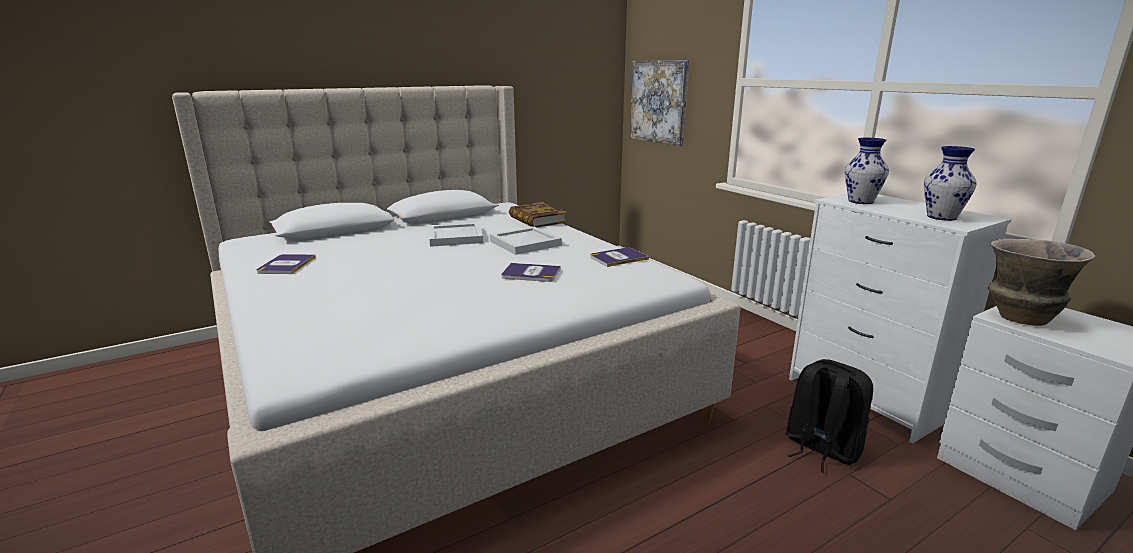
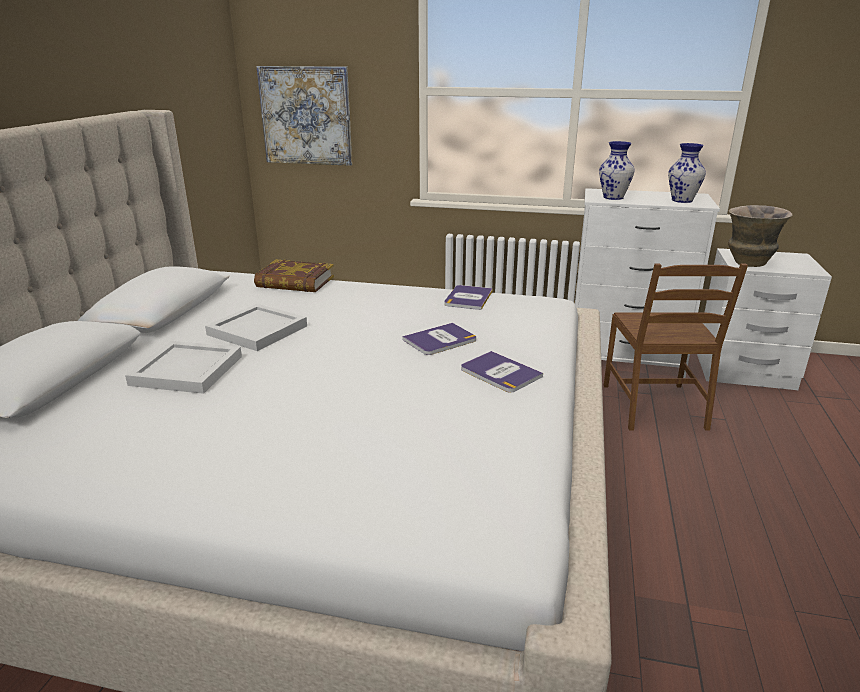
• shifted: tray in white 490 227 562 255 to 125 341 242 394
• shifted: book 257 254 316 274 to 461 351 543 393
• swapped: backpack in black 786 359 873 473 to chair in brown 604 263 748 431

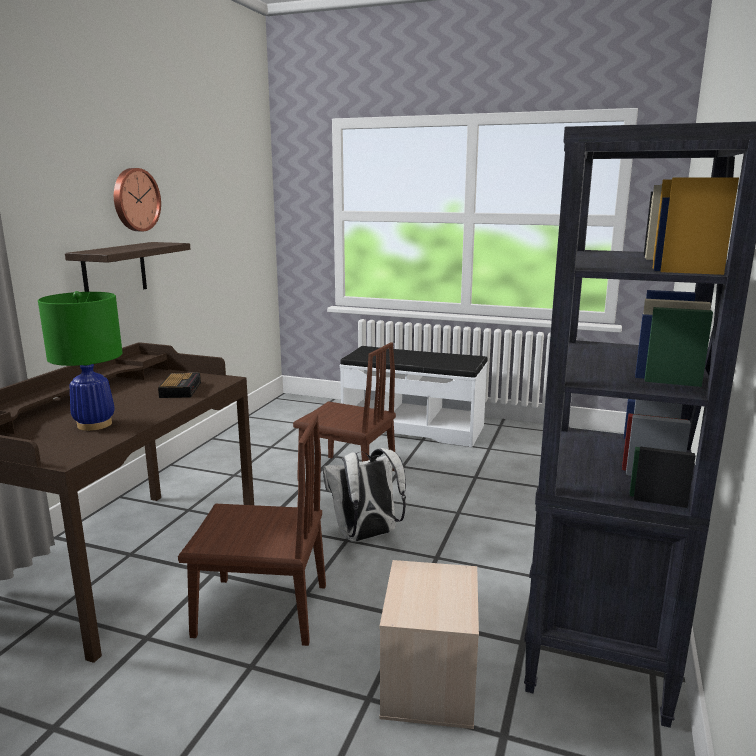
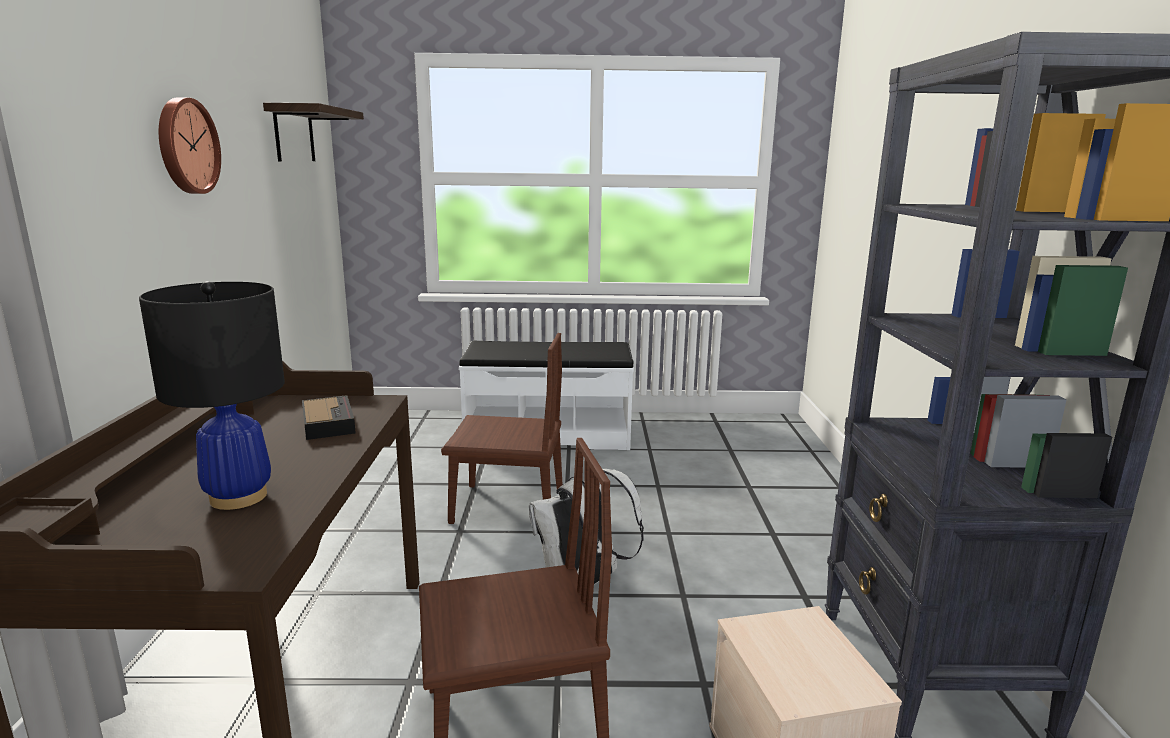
• shifted: shelf 65 242 190 292 to 263 103 364 161
• repainted: table lamp in green 38 291 123 431 to table lamp in black 139 281 285 510

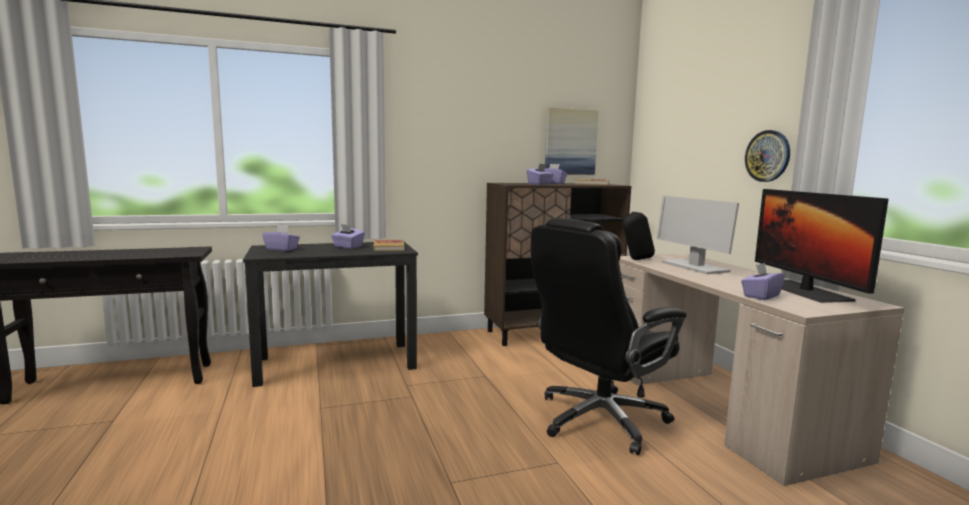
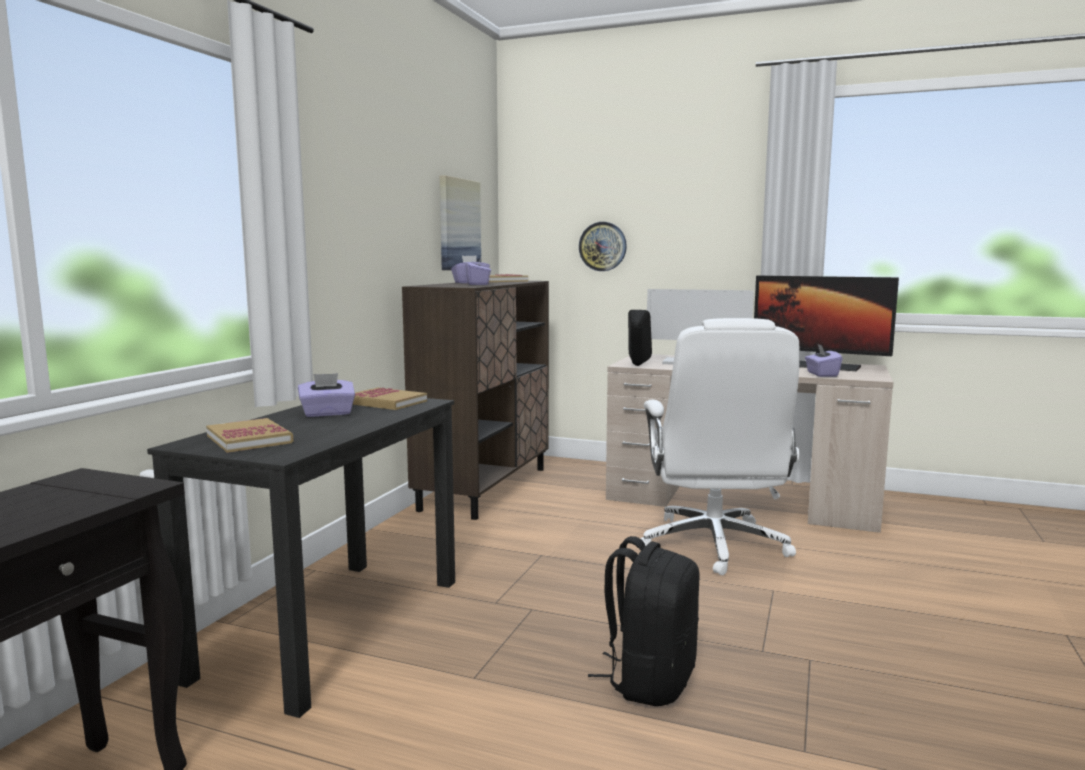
• shifted: wall clock 745 130 790 182 to 579 222 627 271
• repainted: office chair in black 531 218 687 455 to office chair in white 640 318 800 575
• swapped: tissue box in purple 262 225 300 251 to book 206 418 294 453
• new: backpack in black 588 536 700 706

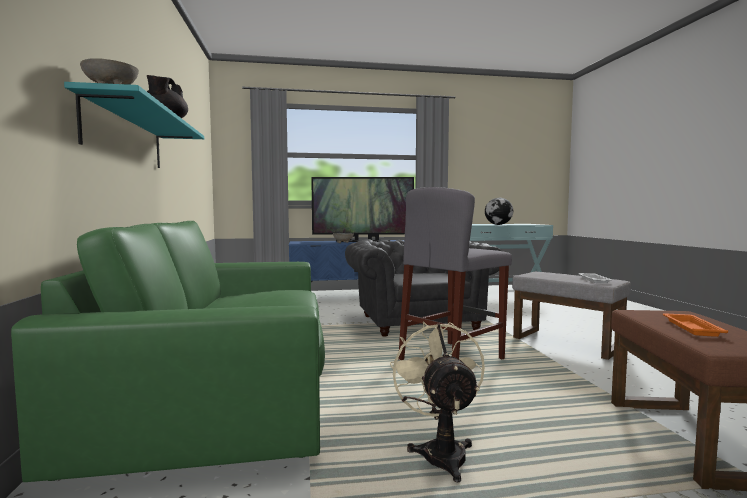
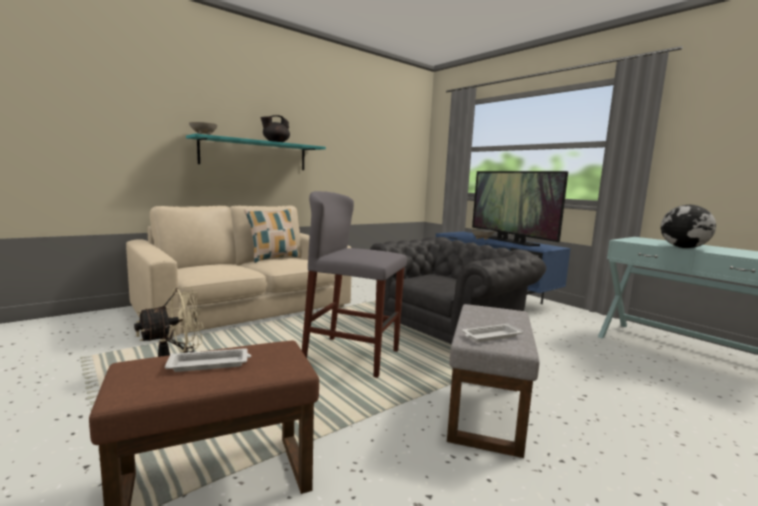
• repainted: sofa in green 11 221 325 482 to sofa in beige 126 206 352 340
• repainted: tray in orange 663 313 728 337 to tray in white 165 348 251 372
• new: pillow 245 209 300 263

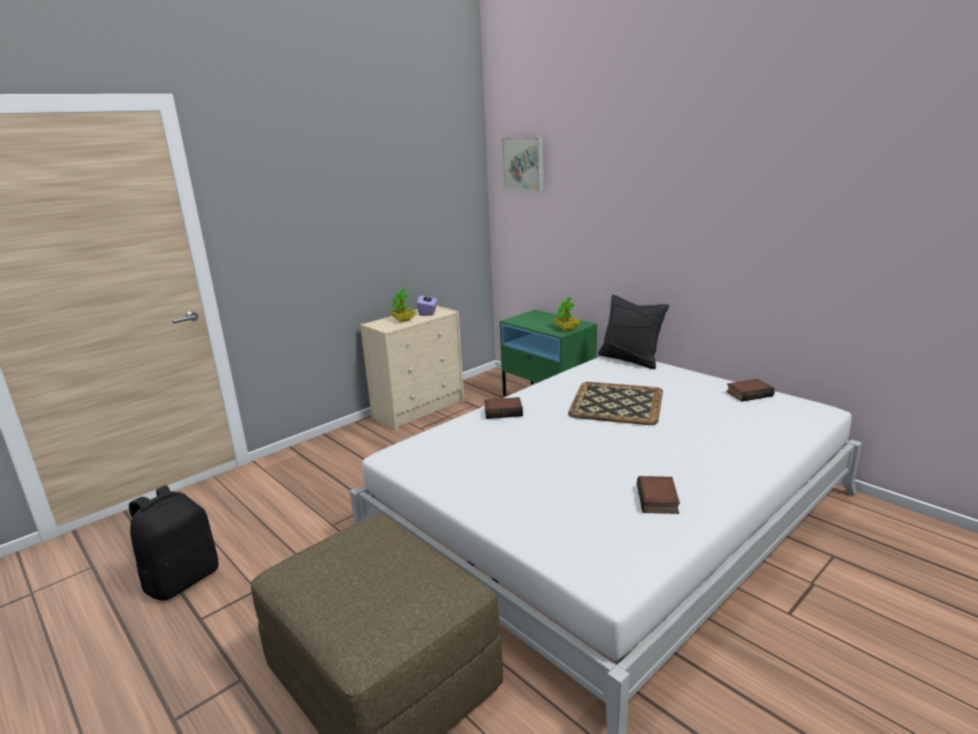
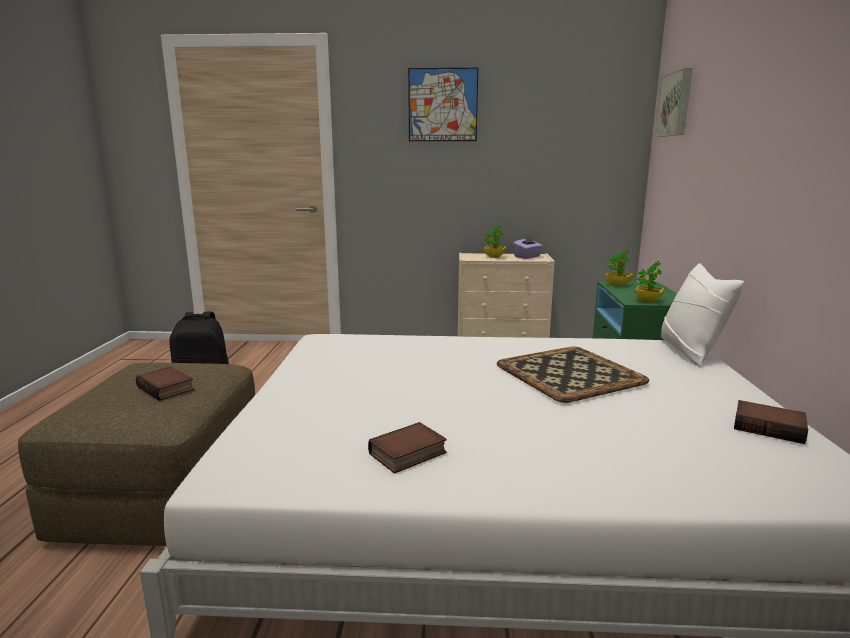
• repainted: pillow in black 598 295 669 369 to pillow in white 661 263 744 367
• shifted: book 484 397 523 419 to 136 367 194 401
• new: picture 408 68 478 141
• new: potted plant 605 249 634 287

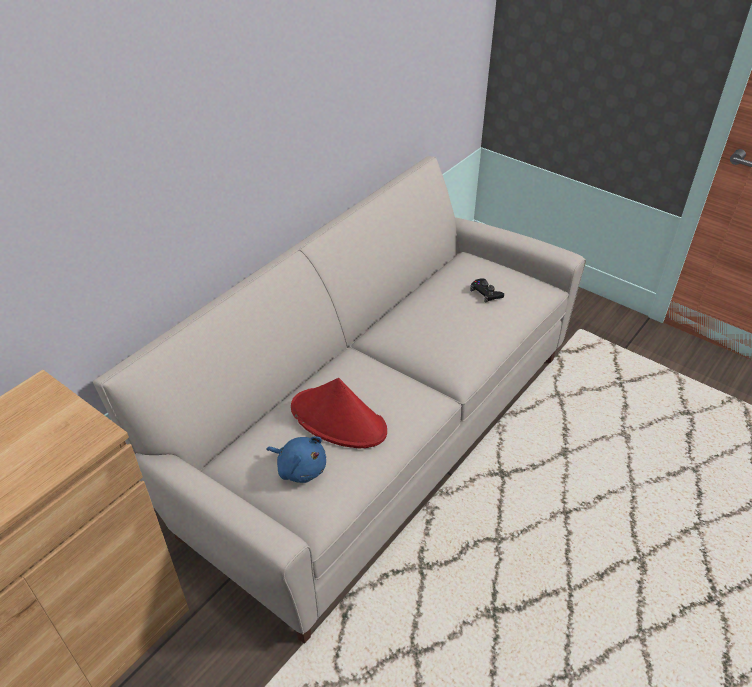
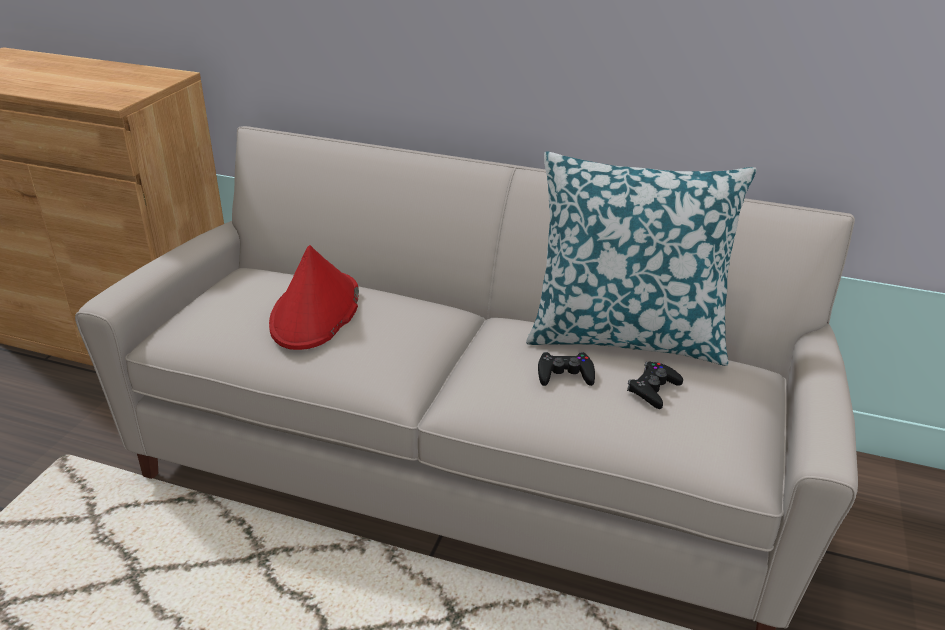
• gone: plush toy in blue 267 436 326 483
• new: pillow 526 152 757 366
• new: game controller in black 538 352 595 386

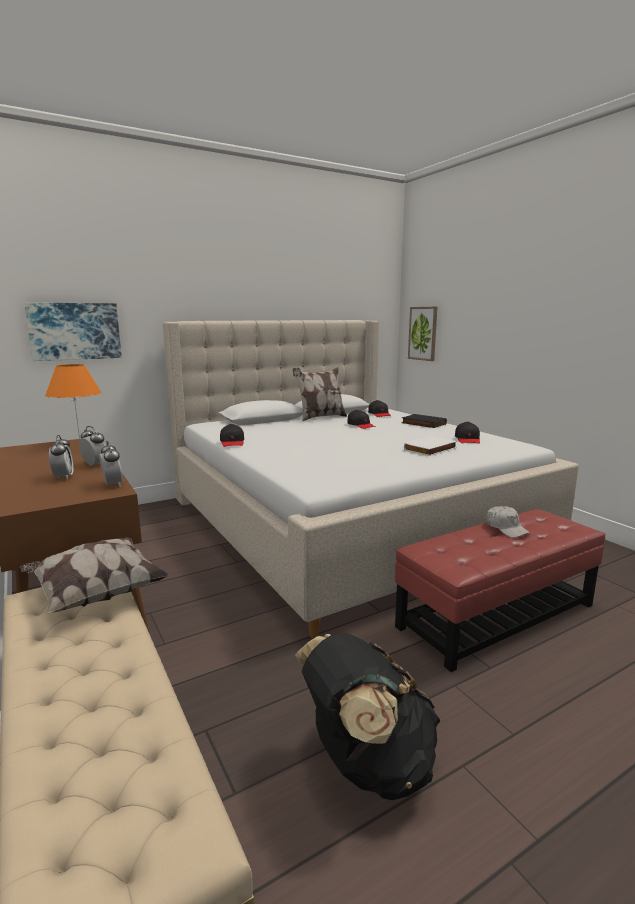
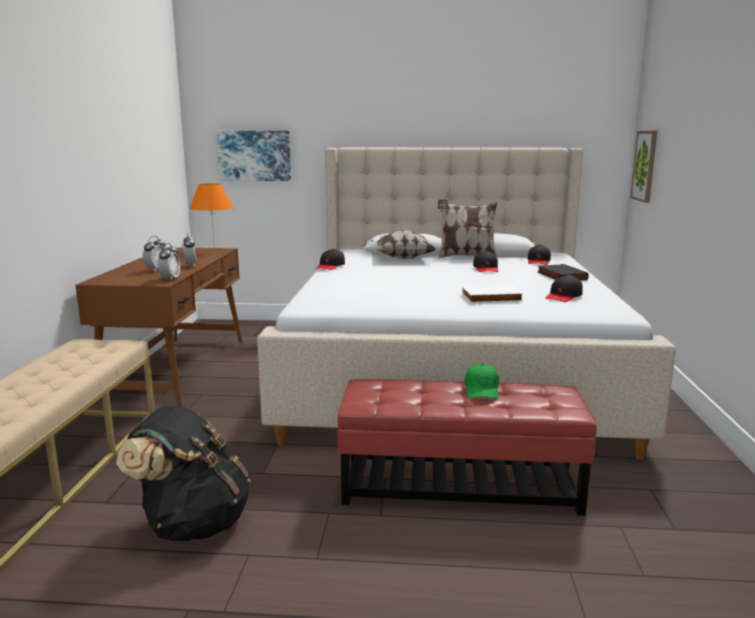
• repainted: cap in white 485 506 530 538 to cap in green 464 364 499 399
• shifted: pillow 20 537 169 614 to 371 230 436 259

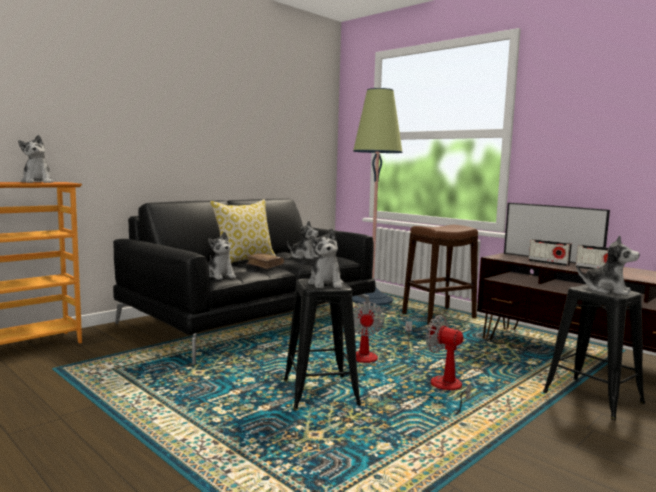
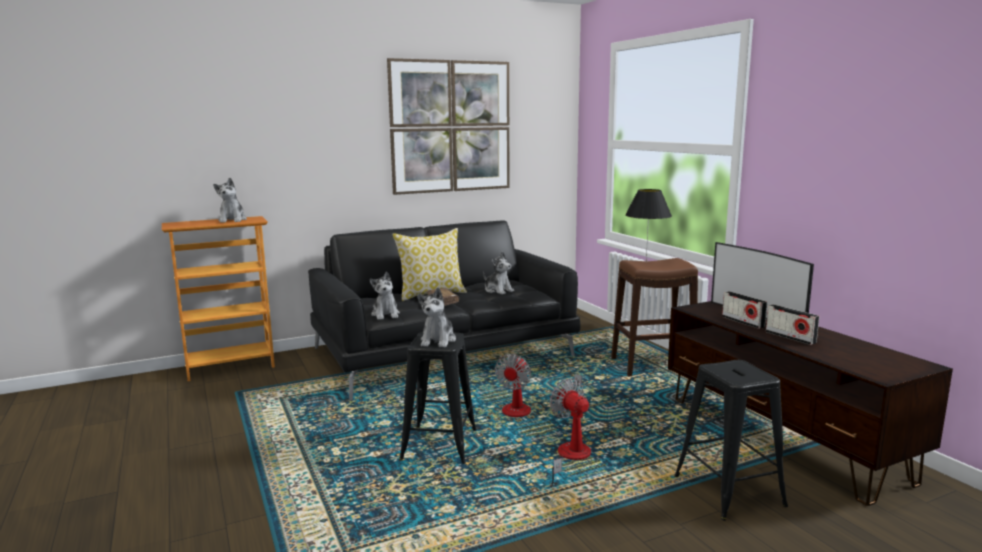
• gone: floor lamp 352 88 403 305
• gone: plush toy 577 235 640 296
• new: picture 387 58 510 195
• new: table lamp in black 625 189 672 262

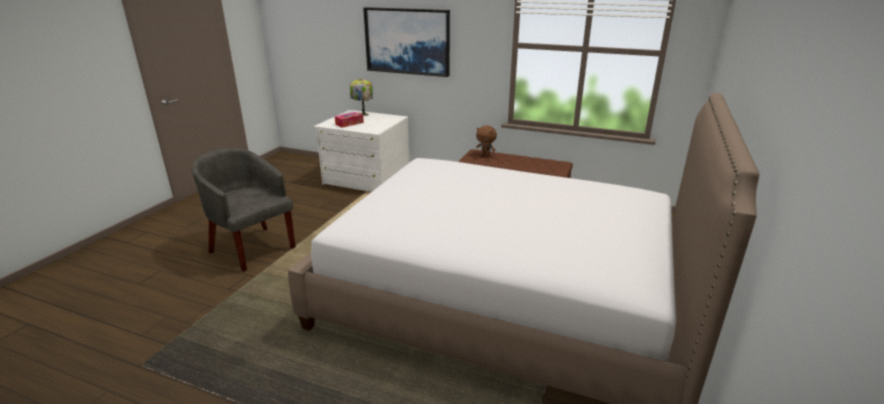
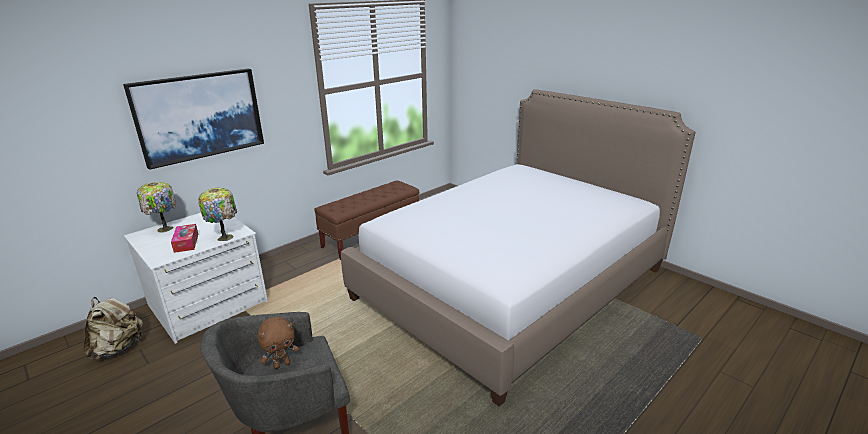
• shifted: plush toy in brown 476 125 497 156 to 257 317 299 369
• new: table lamp 198 188 237 241
• new: backpack in beige 83 297 143 360

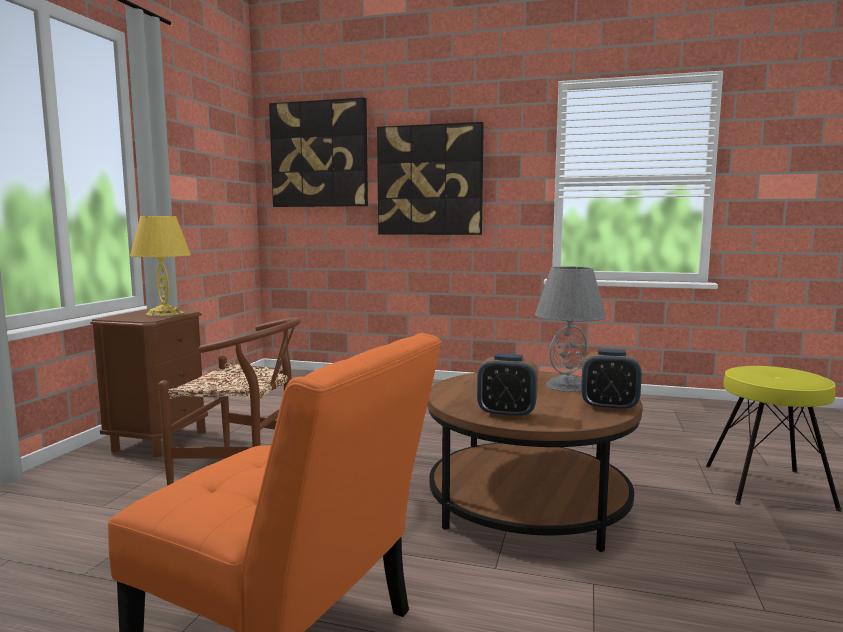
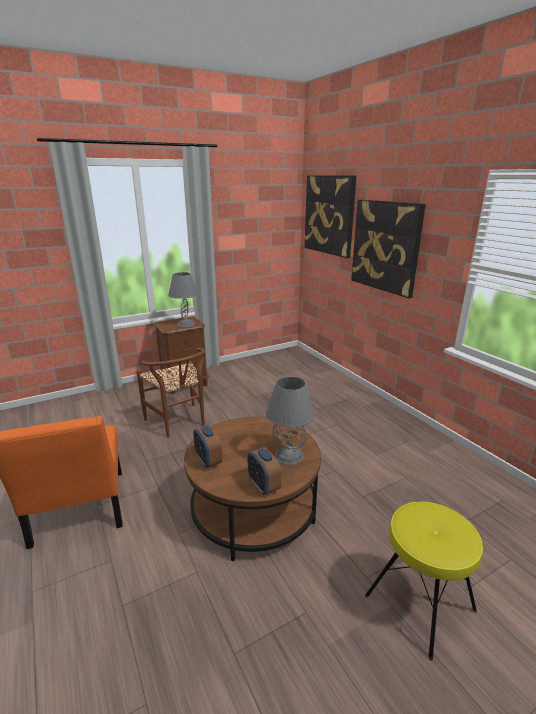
• repainted: table lamp in yellow 130 216 191 316 to table lamp in grey 168 272 198 327

